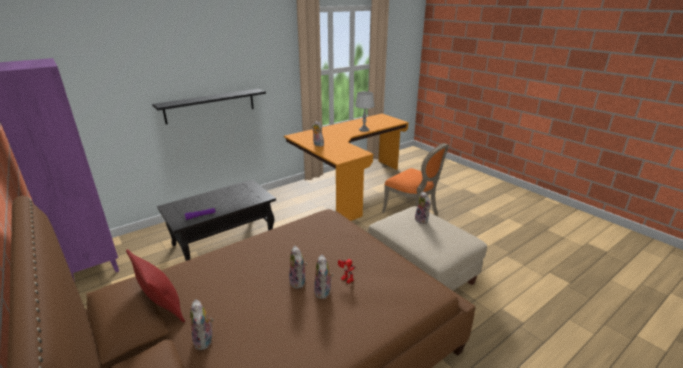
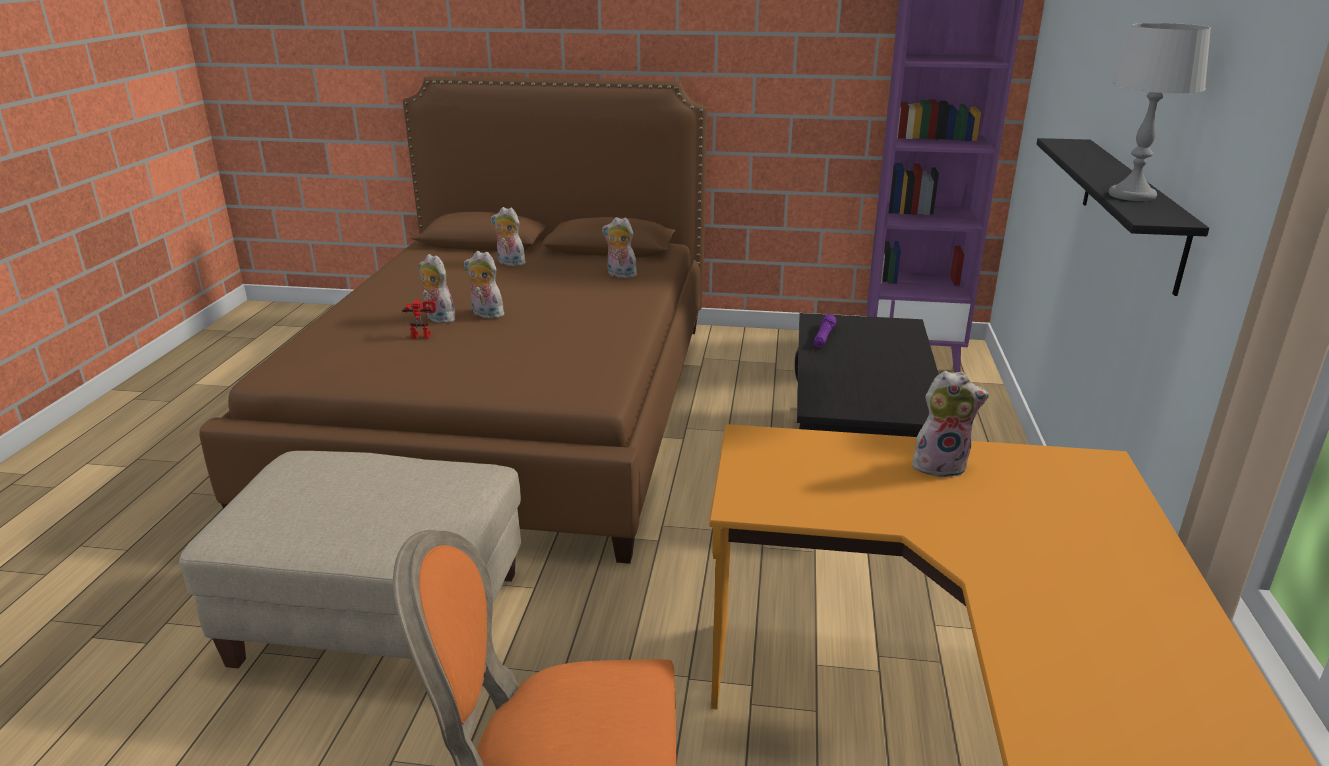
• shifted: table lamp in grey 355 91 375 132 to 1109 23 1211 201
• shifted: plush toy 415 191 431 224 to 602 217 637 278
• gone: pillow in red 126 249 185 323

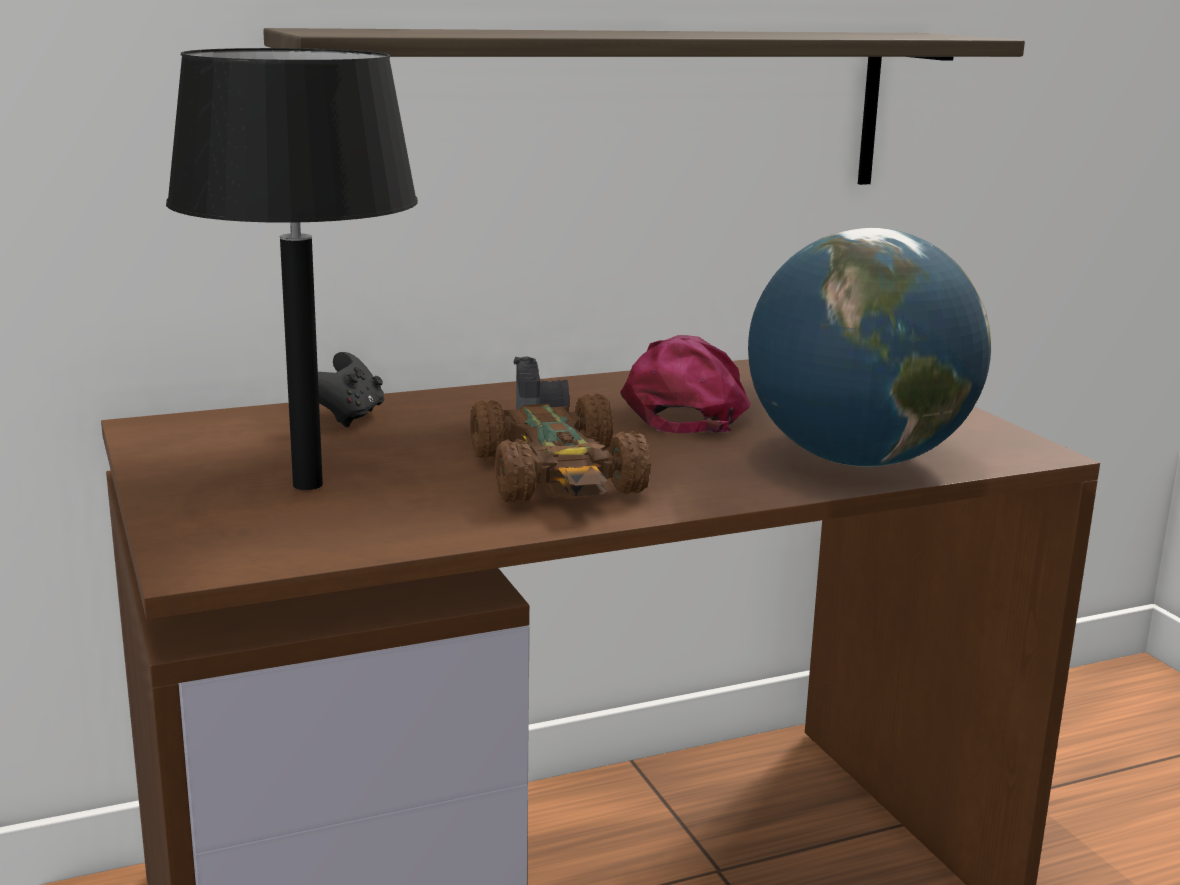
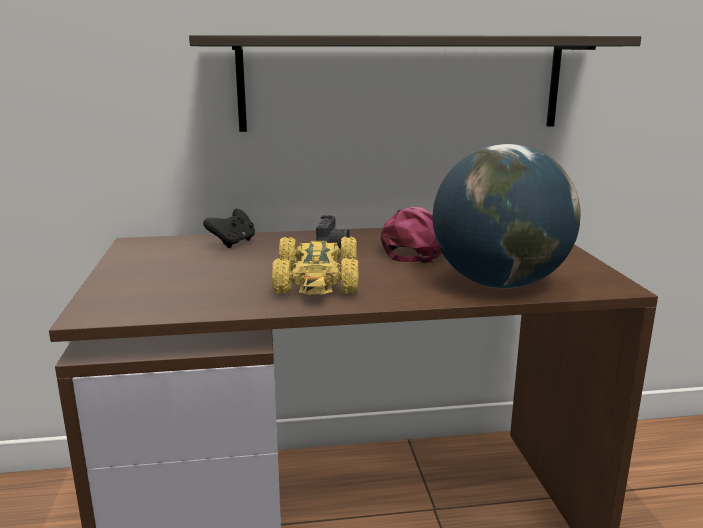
• gone: table lamp in black 166 48 418 490
• repainted: toy car in brown 470 394 651 504 to toy car in yellow 272 236 358 295

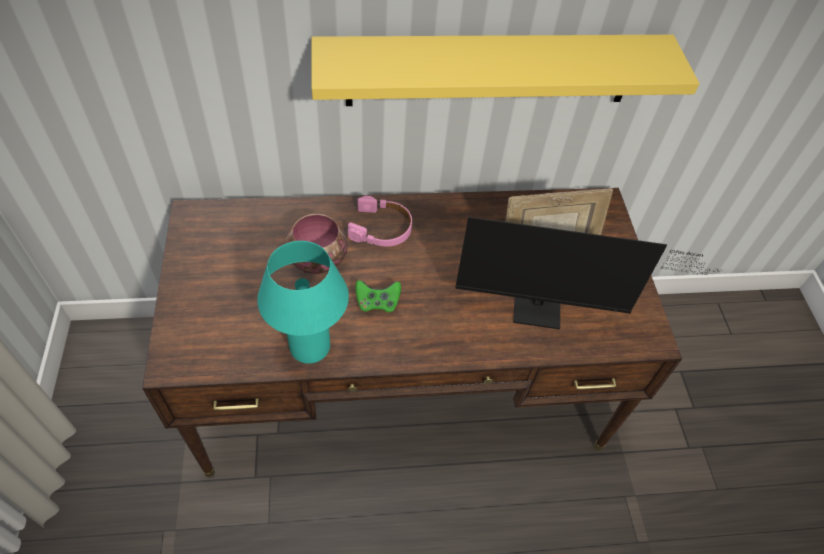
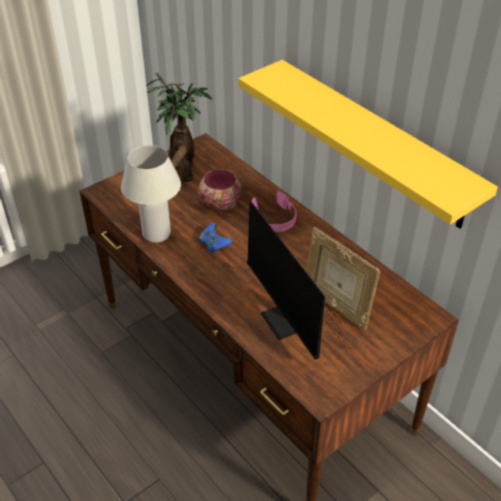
• repainted: table lamp in turquoise 257 241 349 364 to table lamp in white 121 145 181 243
• repainted: game controller in green 355 280 401 312 to game controller in blue 199 223 232 254
• new: potted plant 146 73 213 182

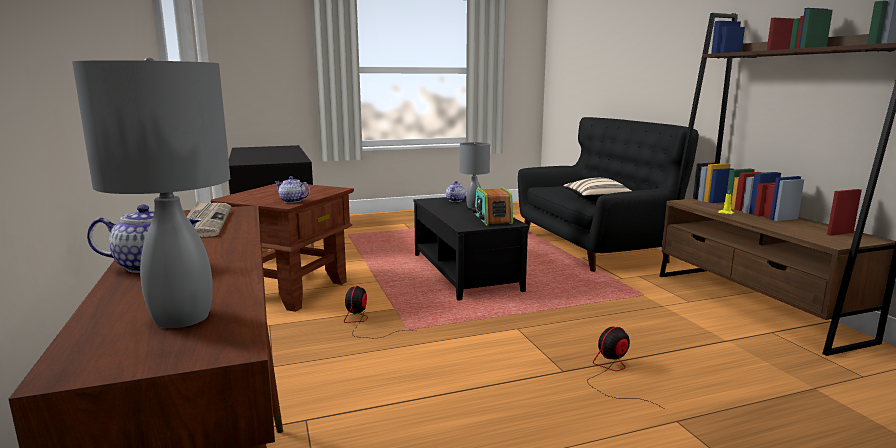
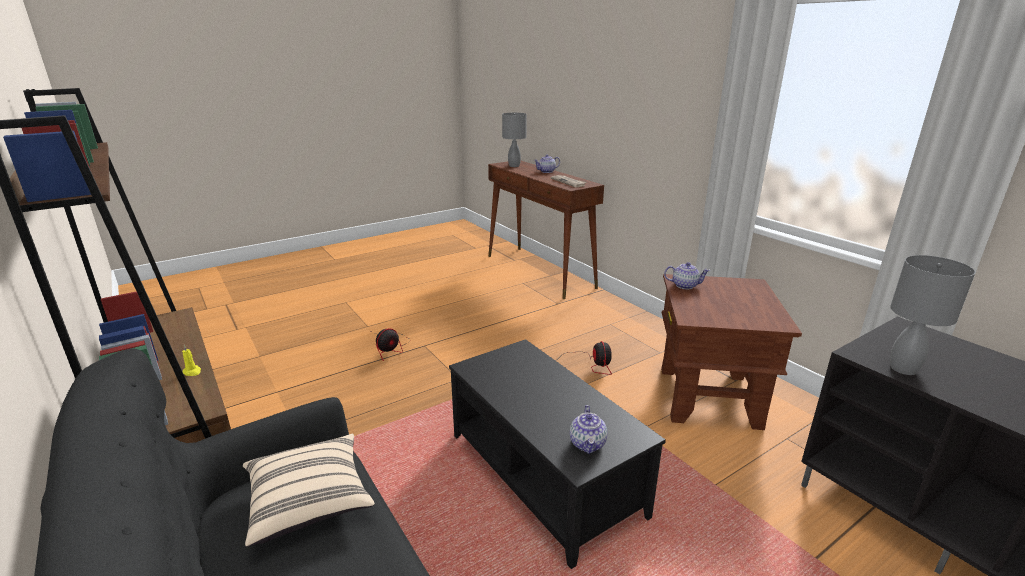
• shifted: table lamp in grey 460 142 490 209 to 890 255 975 375
• gone: radio 472 187 513 226

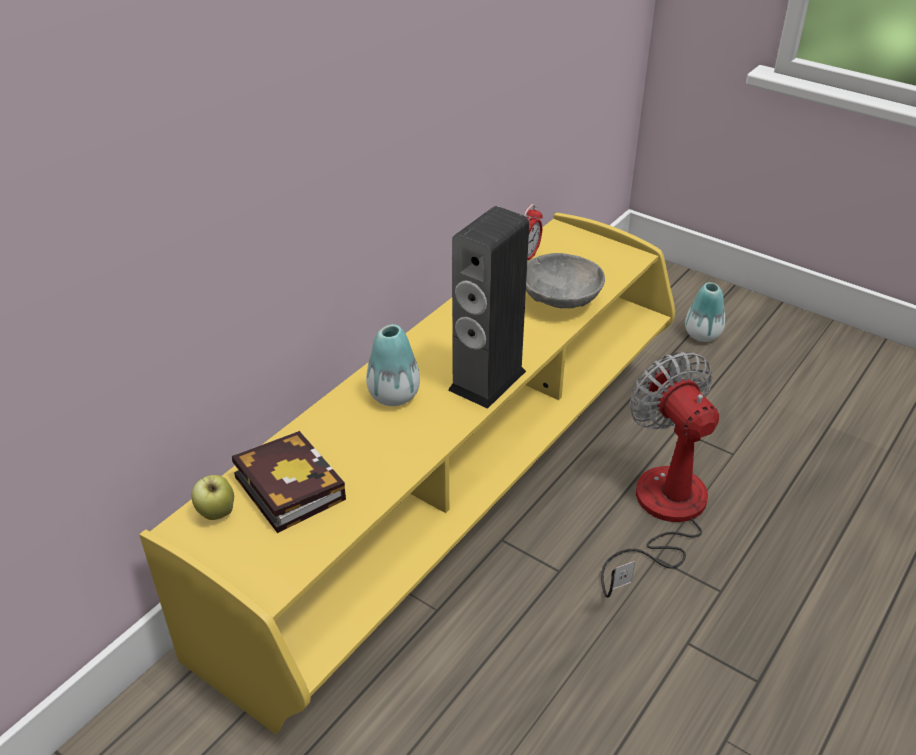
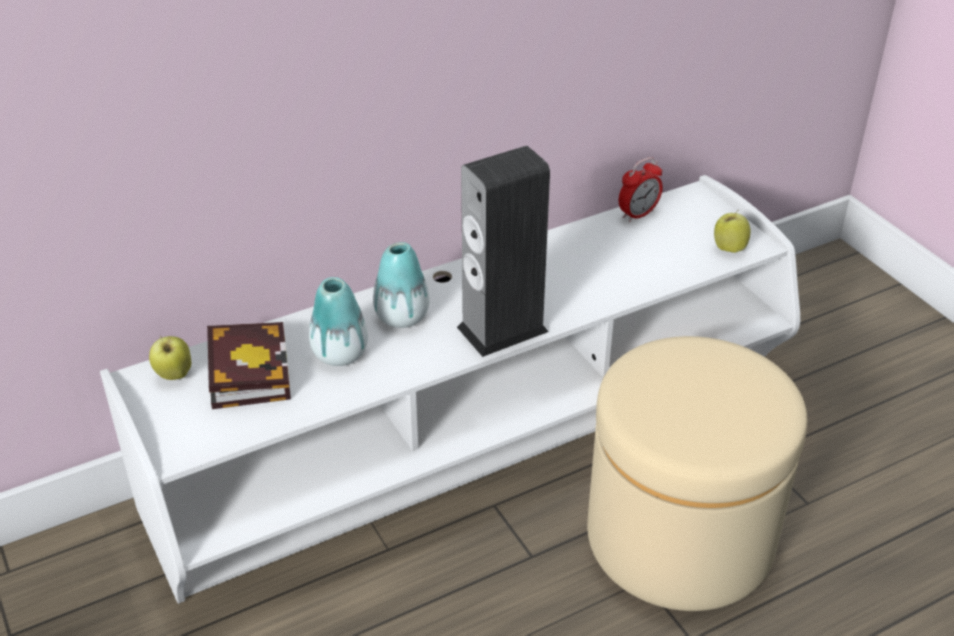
• repainted: tv stand in yellow 139 213 675 734 to tv stand in white 100 175 800 604
• gone: bowl in grey 526 253 605 308
• shifted: vase 685 282 725 342 to 309 277 368 366
• swapped: fan 601 352 719 598 to ottoman in beige 587 336 807 611
• new: apple 714 210 750 253

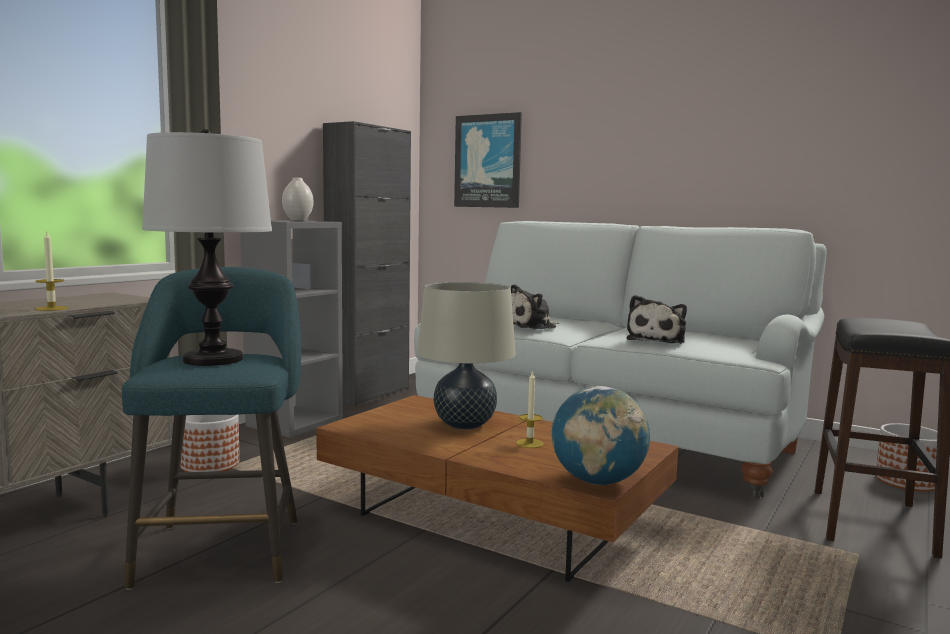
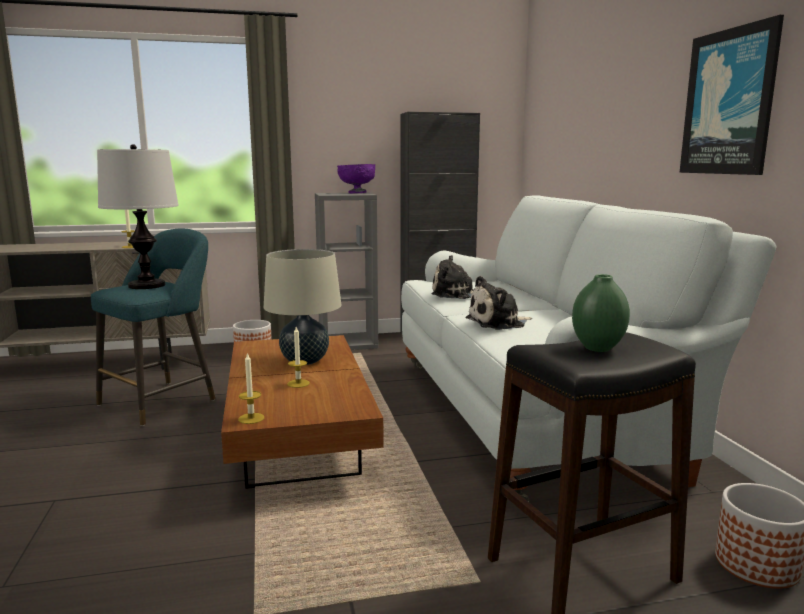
• shifted: picture 454 112 522 208 to 679 15 784 175
• swapped: vase in white 282 178 313 221 to bowl in purple 337 164 375 193
• swapped: globe 552 386 650 485 to candle 238 353 264 424
• new: vase in green 572 274 630 352

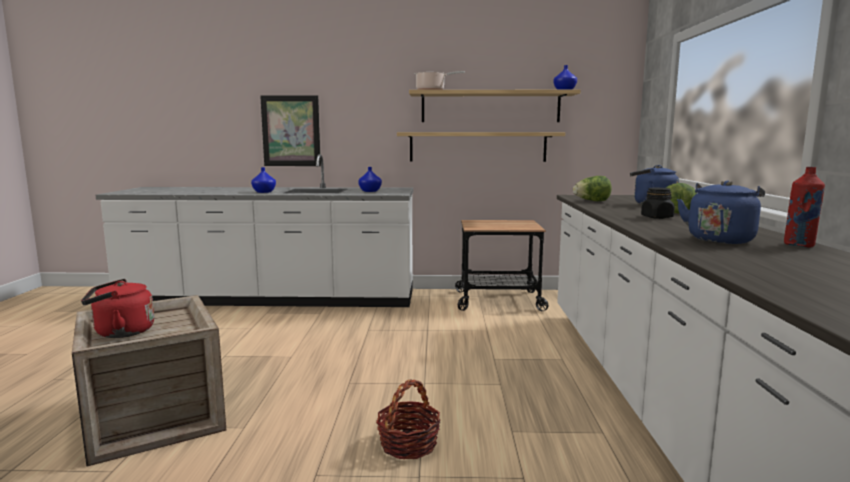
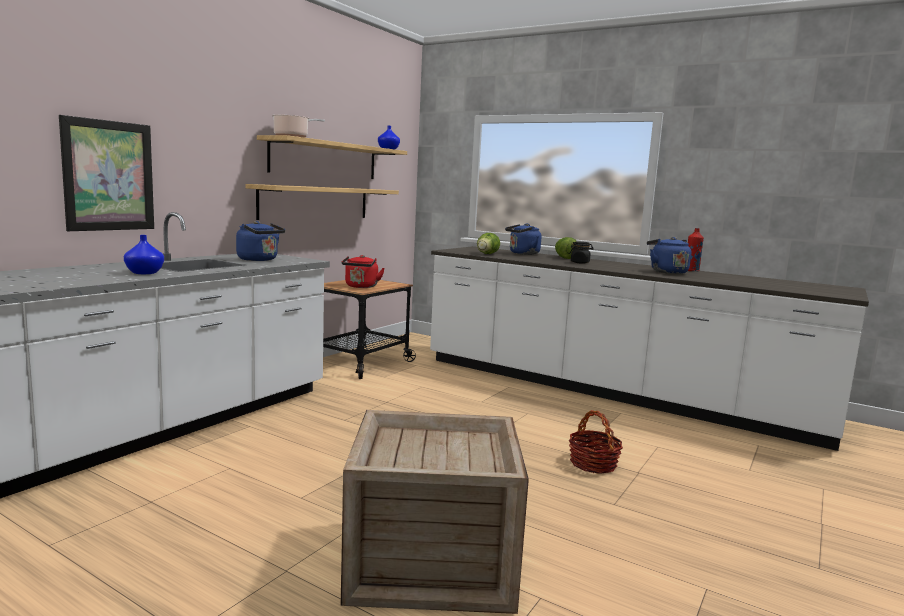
• swapped: vase in blue 358 167 382 192 to kettle in blue 236 221 285 261
• shifted: kettle in red 81 279 154 338 to 342 255 385 288

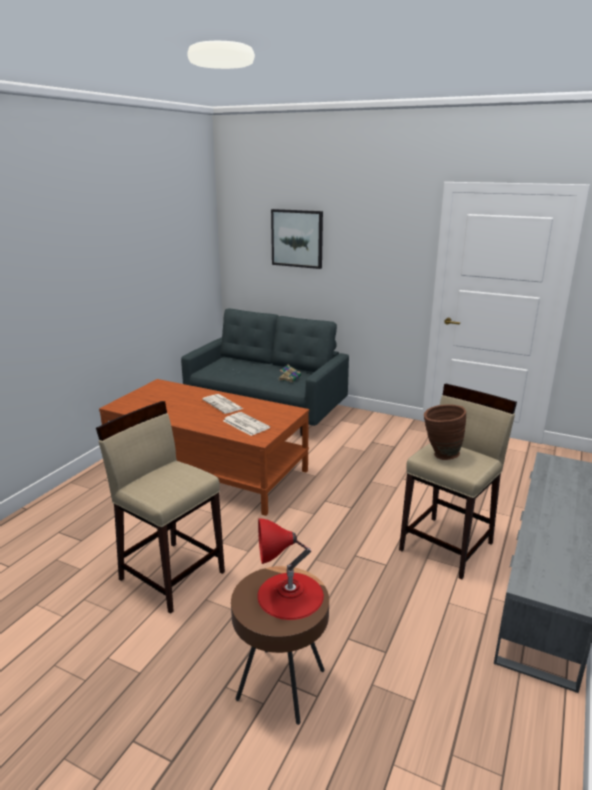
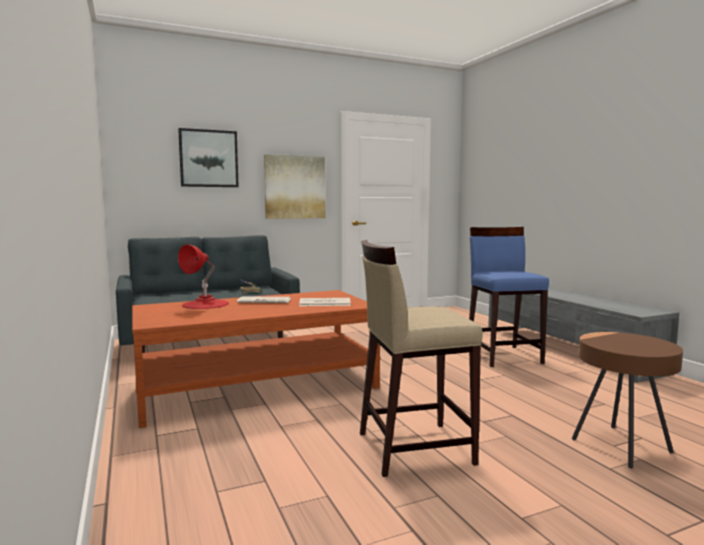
• repainted: stool in beige 399 384 517 579 to stool in blue 469 227 549 367
• gone: vase in brown 424 405 466 460
• shifted: table lamp in red 257 518 324 620 to 178 244 229 309
• new: picture 264 154 325 219

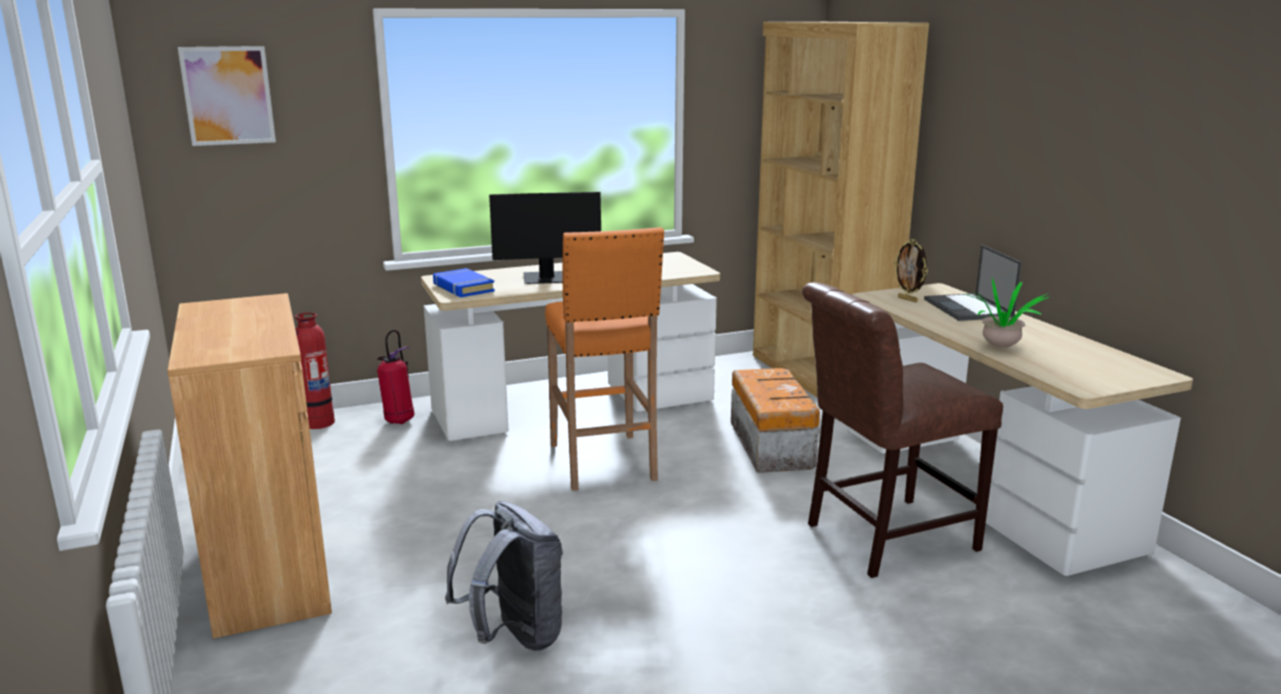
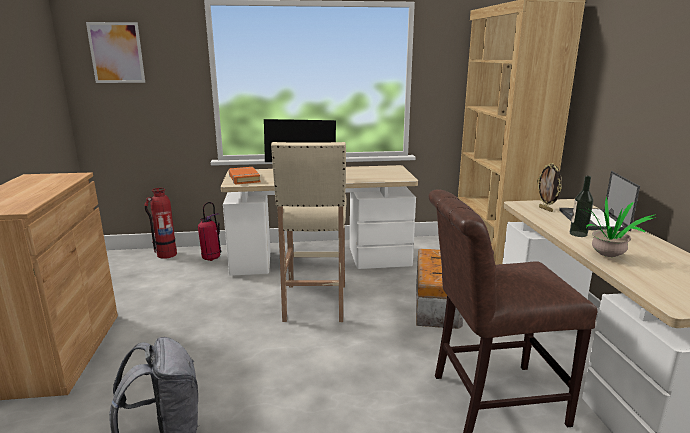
• repainted: stool in orange 545 227 664 491 to stool in beige 271 142 347 322
• repainted: book in blue 433 268 495 297 to book in orange 229 167 260 184
• new: bottle 570 176 593 237

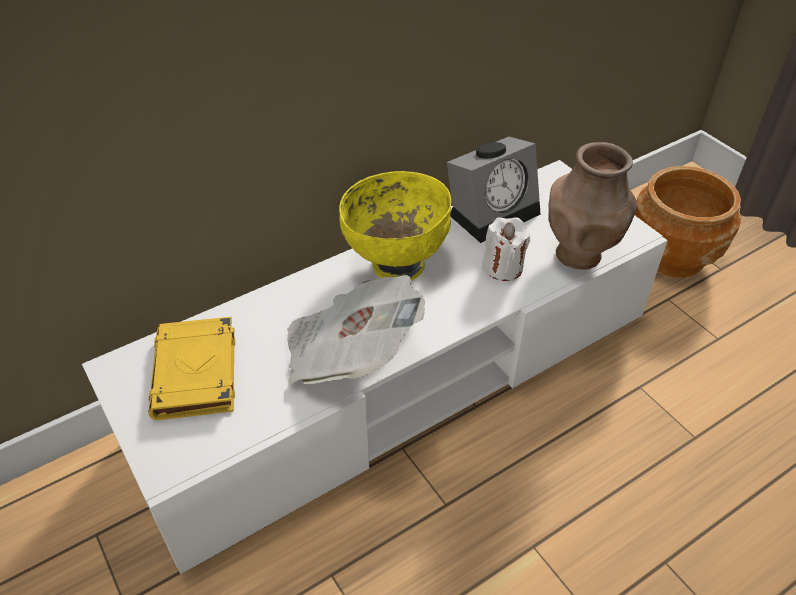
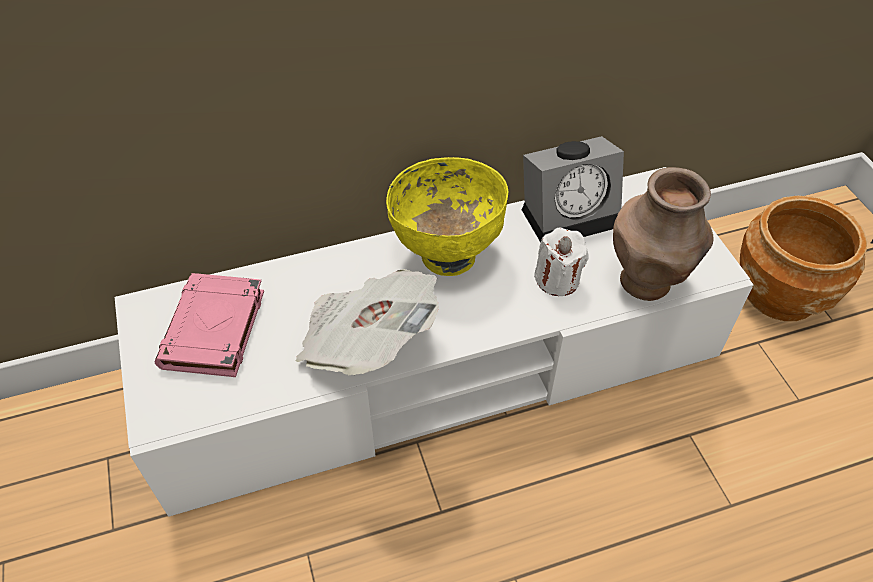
• repainted: book in yellow 148 317 235 420 to book in pink 155 273 264 377

